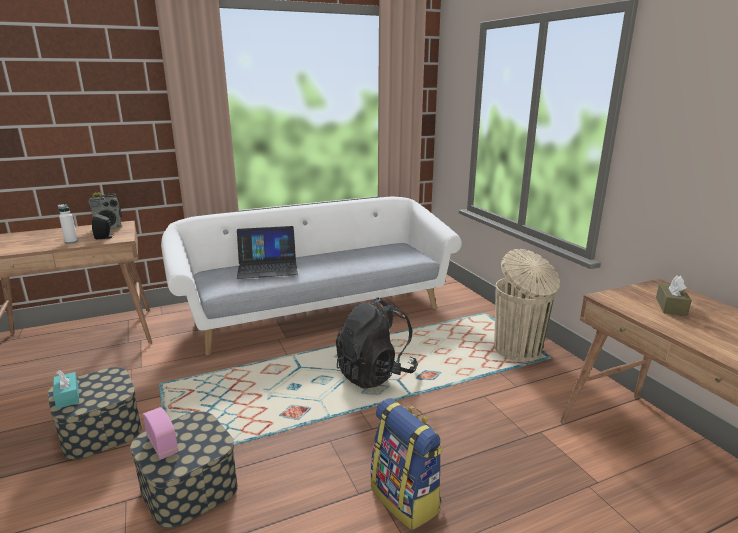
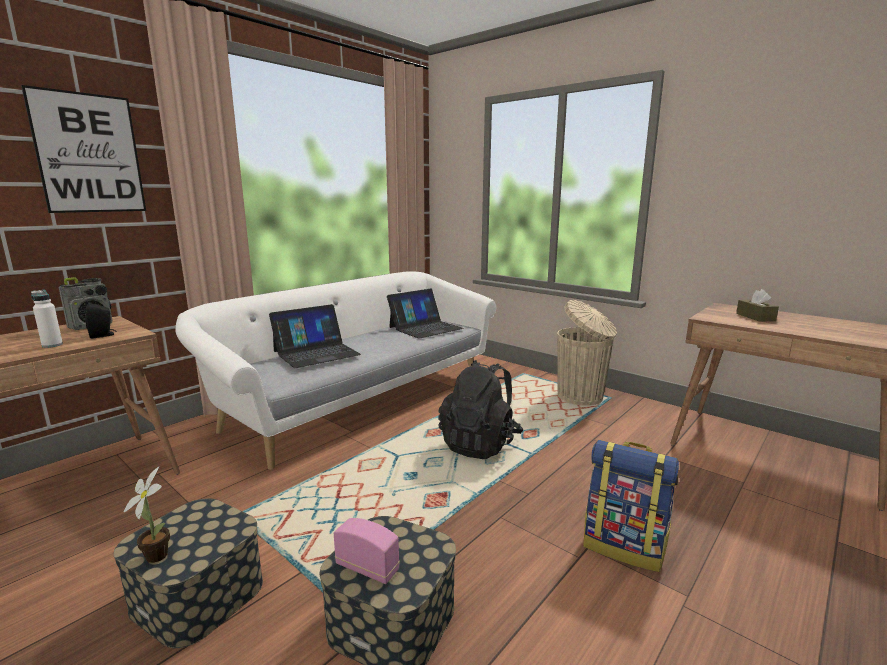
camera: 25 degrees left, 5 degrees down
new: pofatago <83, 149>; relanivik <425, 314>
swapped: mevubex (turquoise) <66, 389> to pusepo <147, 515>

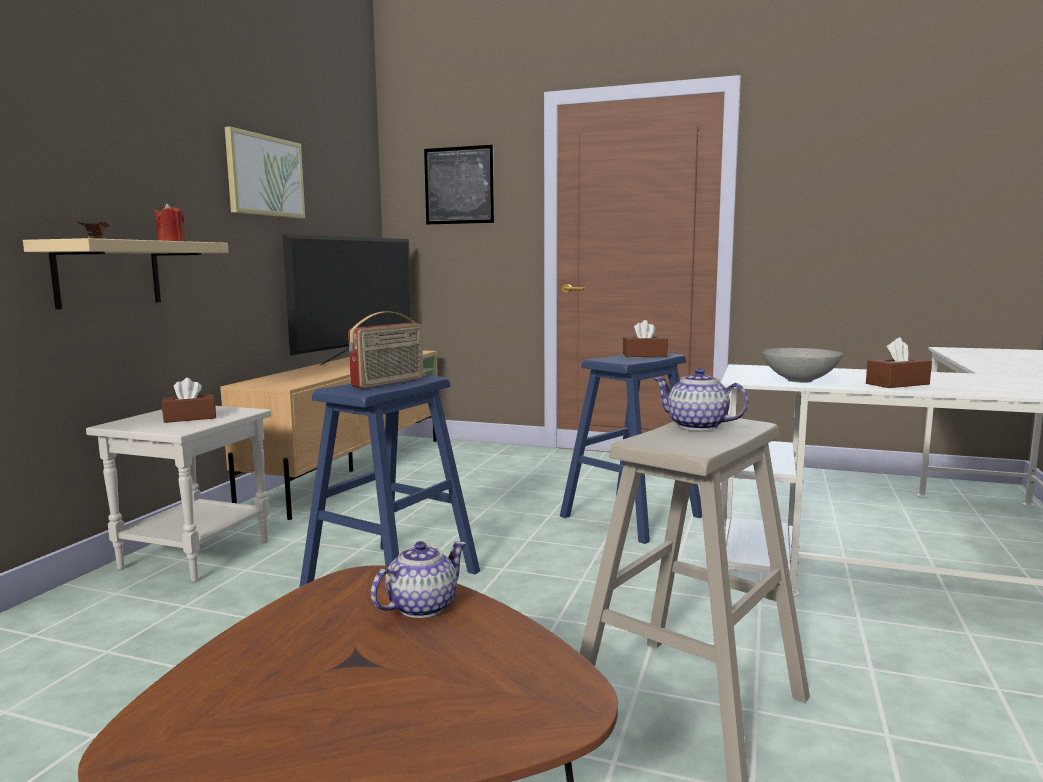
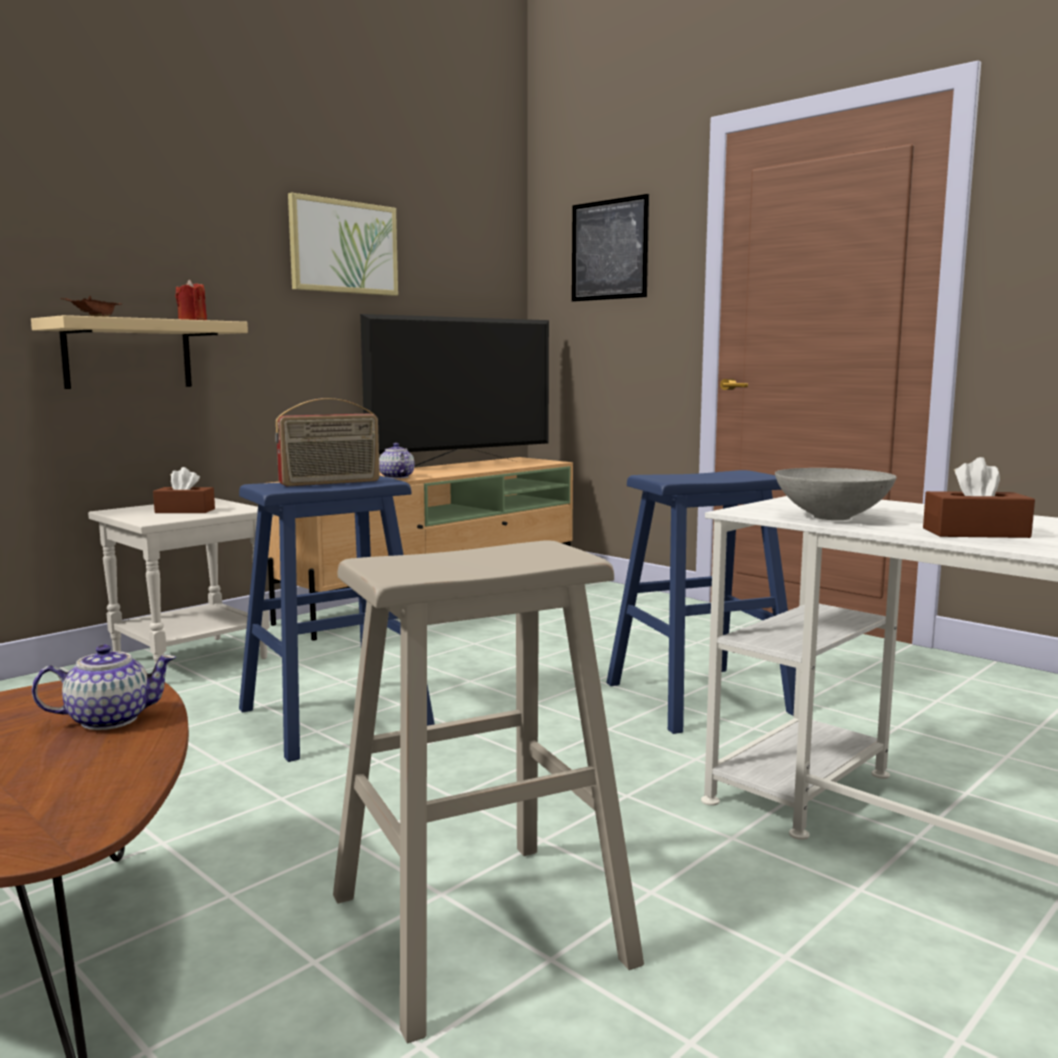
camera: 25 degrees right, 0 degrees up
gone: mevubex (brown) <645, 338>
shifted: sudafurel <701, 399> to <396, 461>

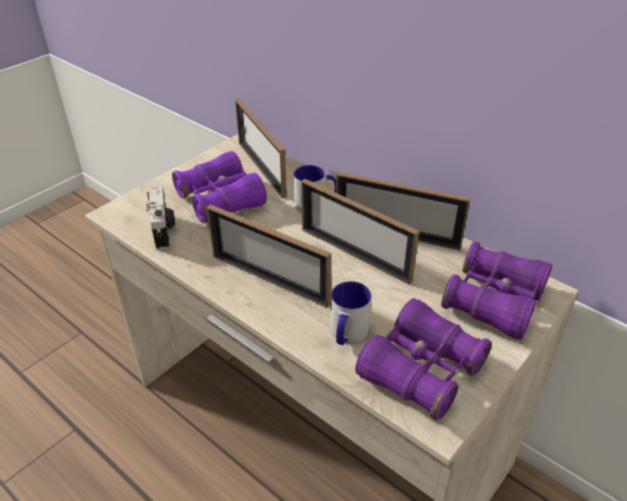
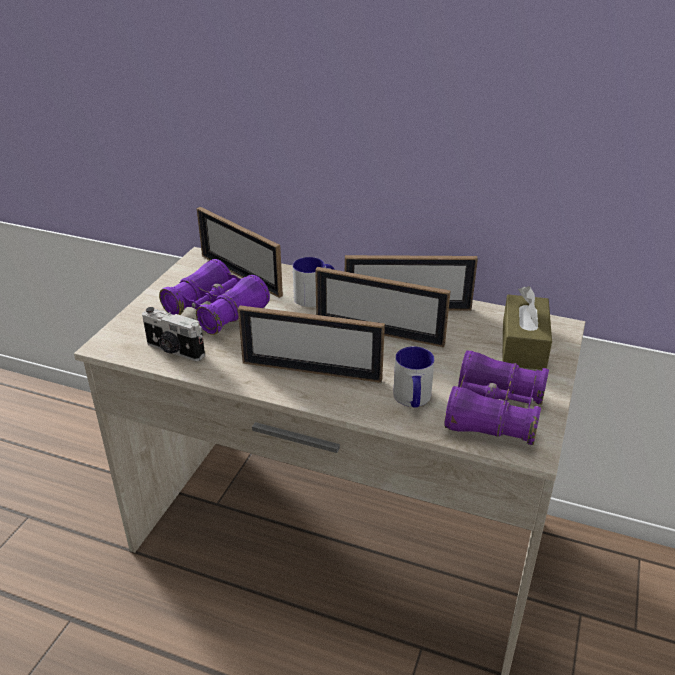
camera: 20 degrees left, 5 degrees down
swapped: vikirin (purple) <496, 290> to mevubex (brown) <527, 328>
rotated: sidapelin <160, 218> = <173, 334> 150 degrees clockwise

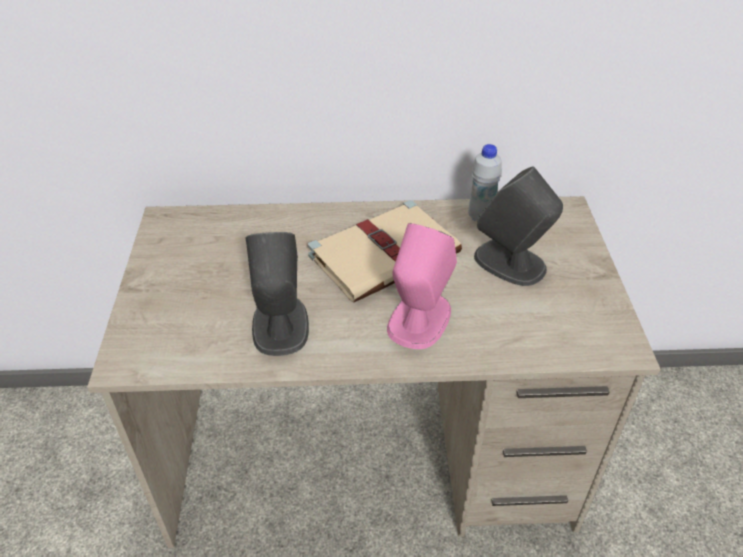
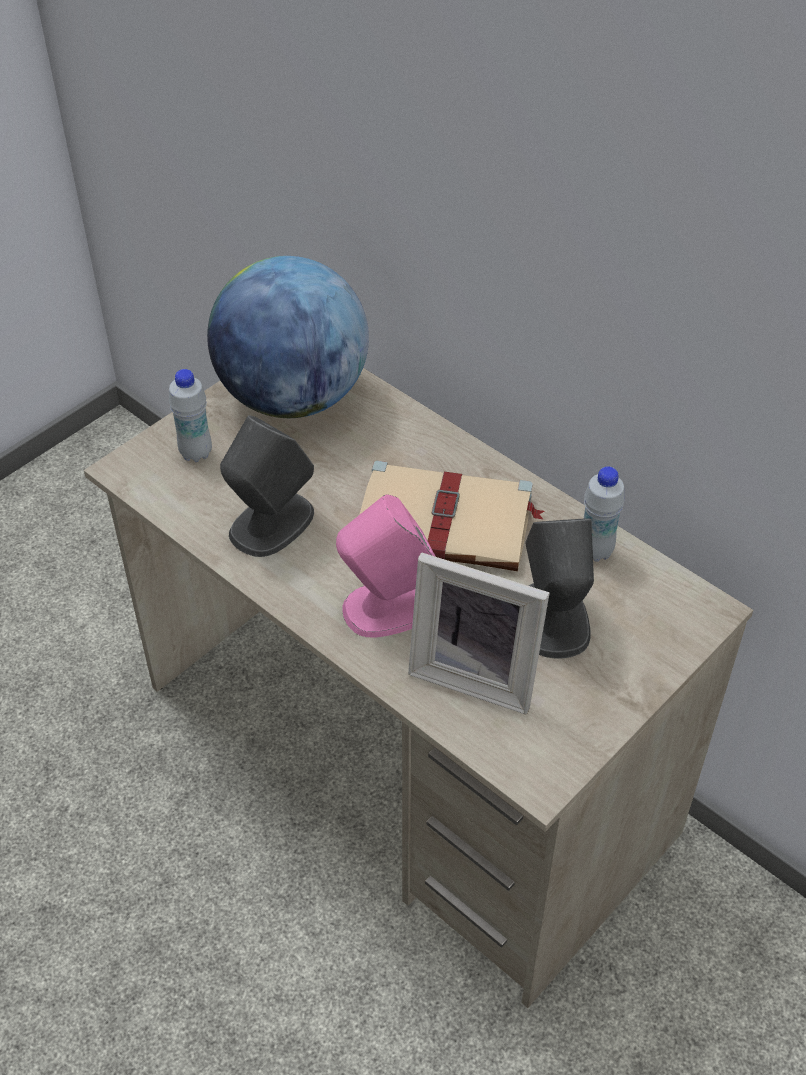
camera: 45 degrees right, 5 degrees up
new: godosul <288, 337>; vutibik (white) <190, 415>; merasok <479, 633>

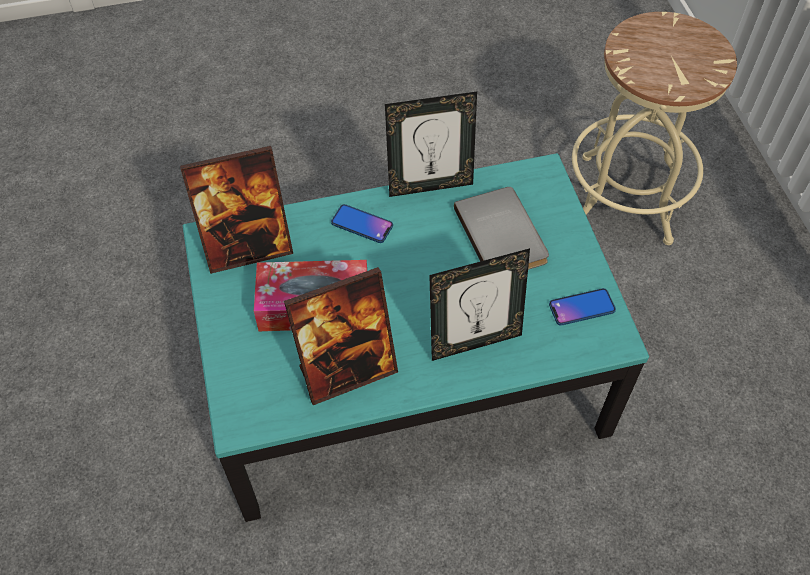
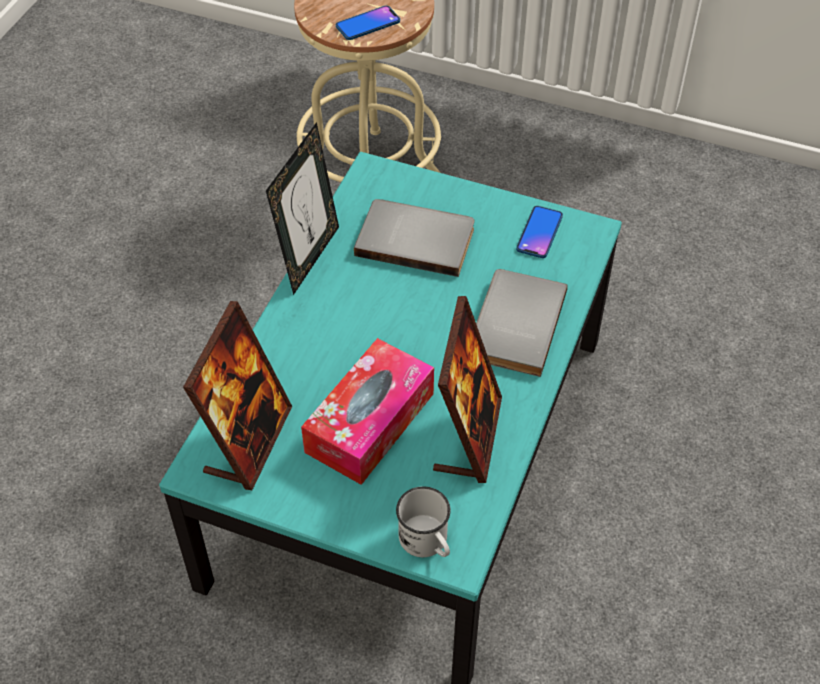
camera: 55 degrees left, 5 degrees down
new: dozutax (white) <423, 521>
shifted: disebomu <362, 223> to <368, 23>
swapped: merasok <479, 304> to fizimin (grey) <521, 323>

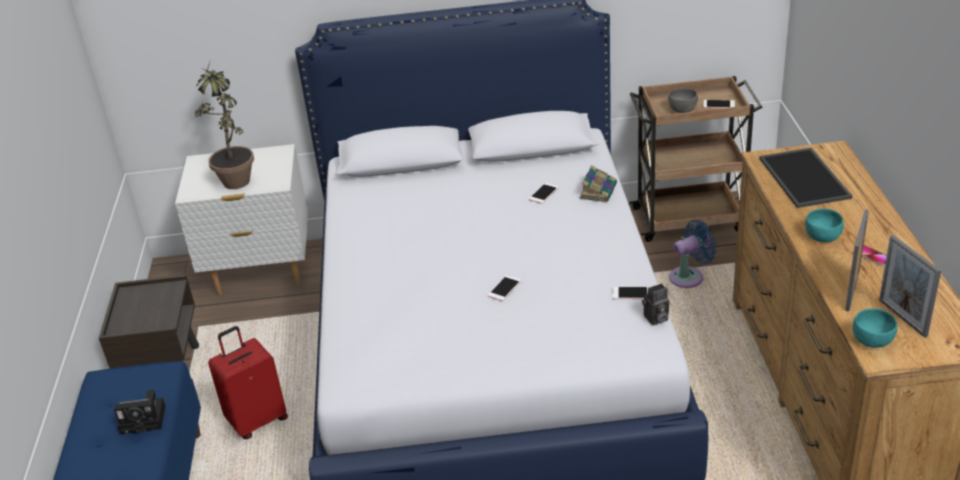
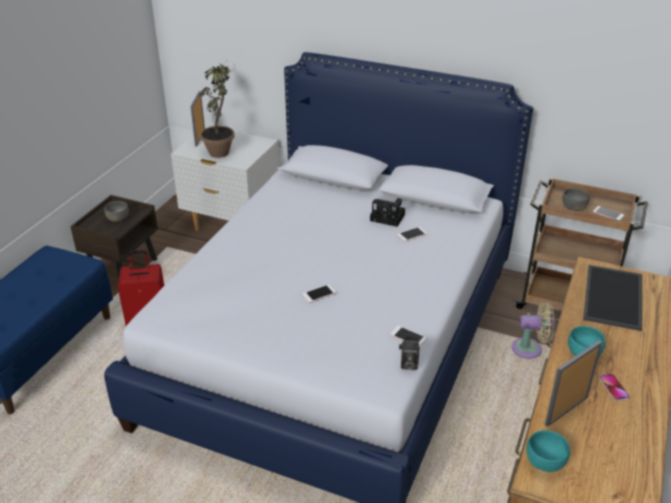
camera: 25 degrees right, 0 degrees up
gone: fizimin <598, 184>
new: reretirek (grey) <116, 211>
shifted: merasok <910, 286> to <197, 118>; sidapelin <140, 412> to <387, 212>
repainted: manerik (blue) <693, 253> to manerik (beige) <533, 331>

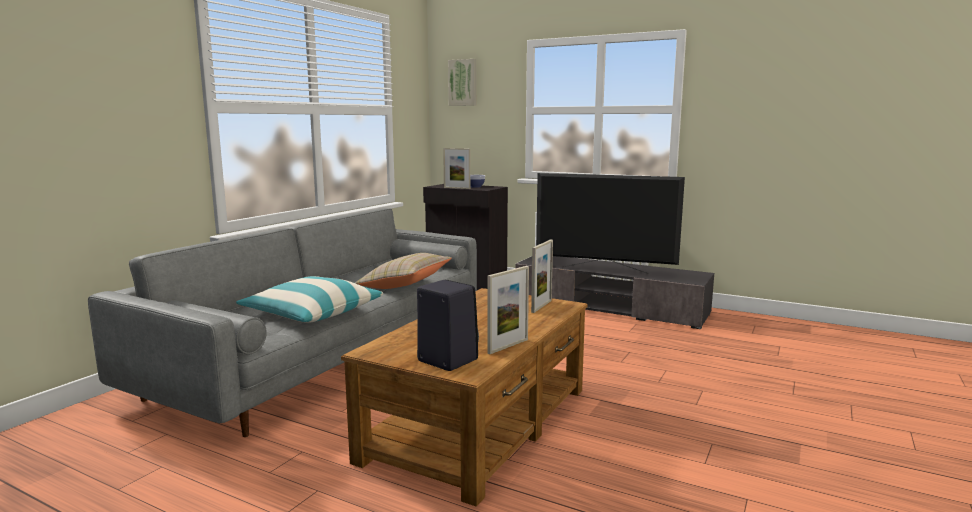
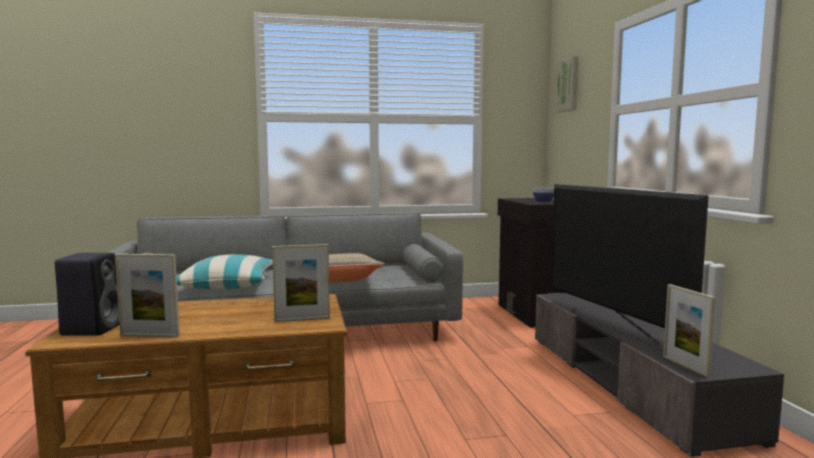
camera: 50 degrees right, 5 degrees down
shifted: merasok <456, 168> to <689, 330>

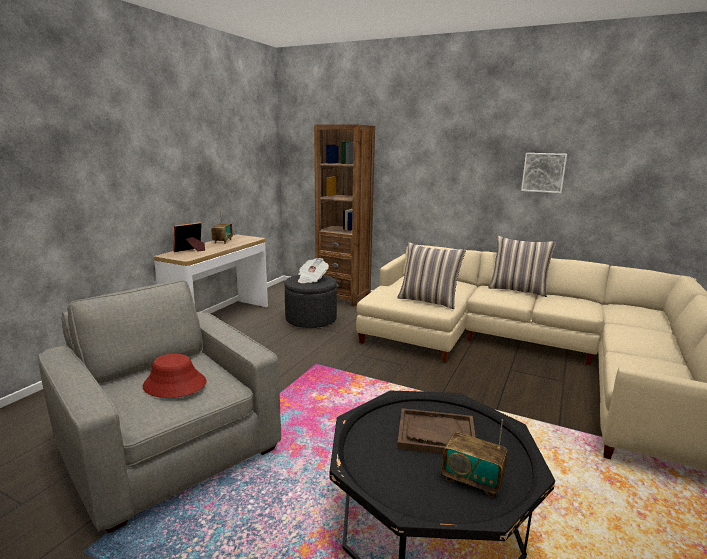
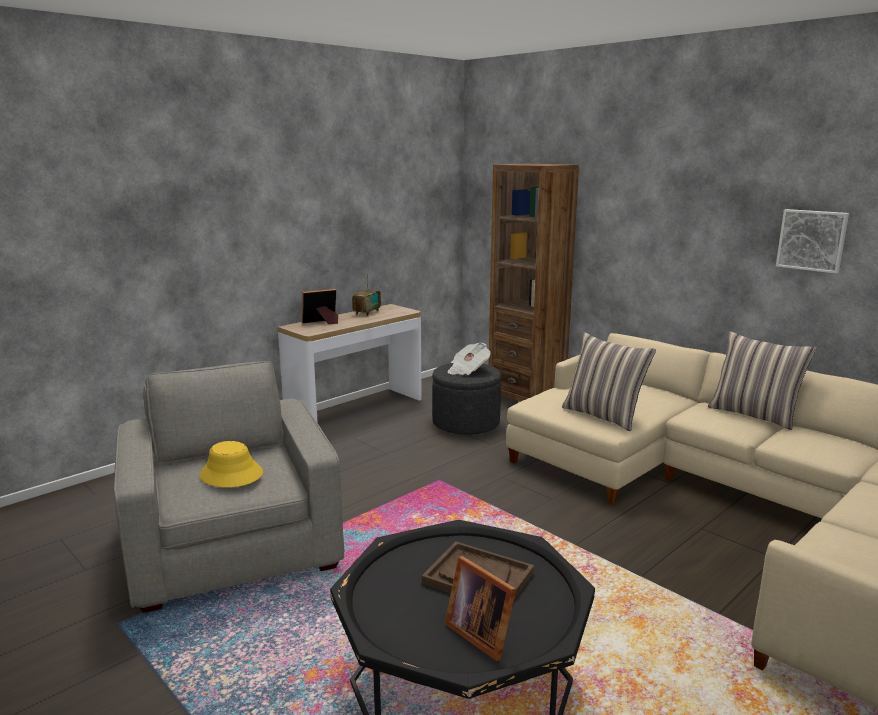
camera: 20 degrees right, 0 degrees up
swapped: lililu <475, 458> to merasok <480, 608>
repainted: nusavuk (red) <174, 376> to nusavuk (yellow) <231, 464>

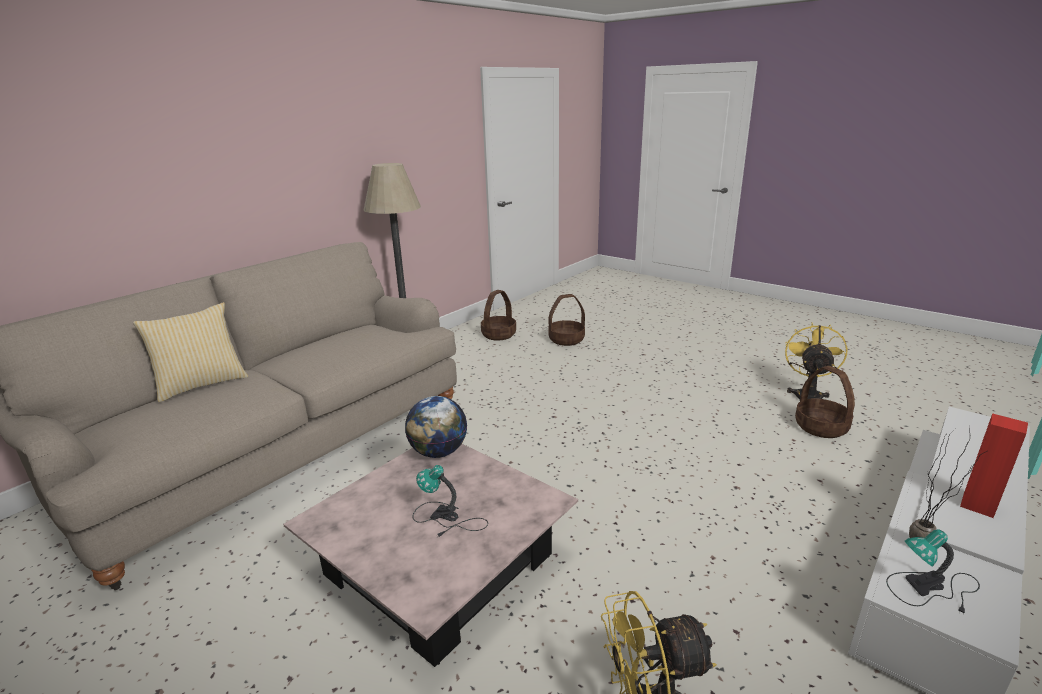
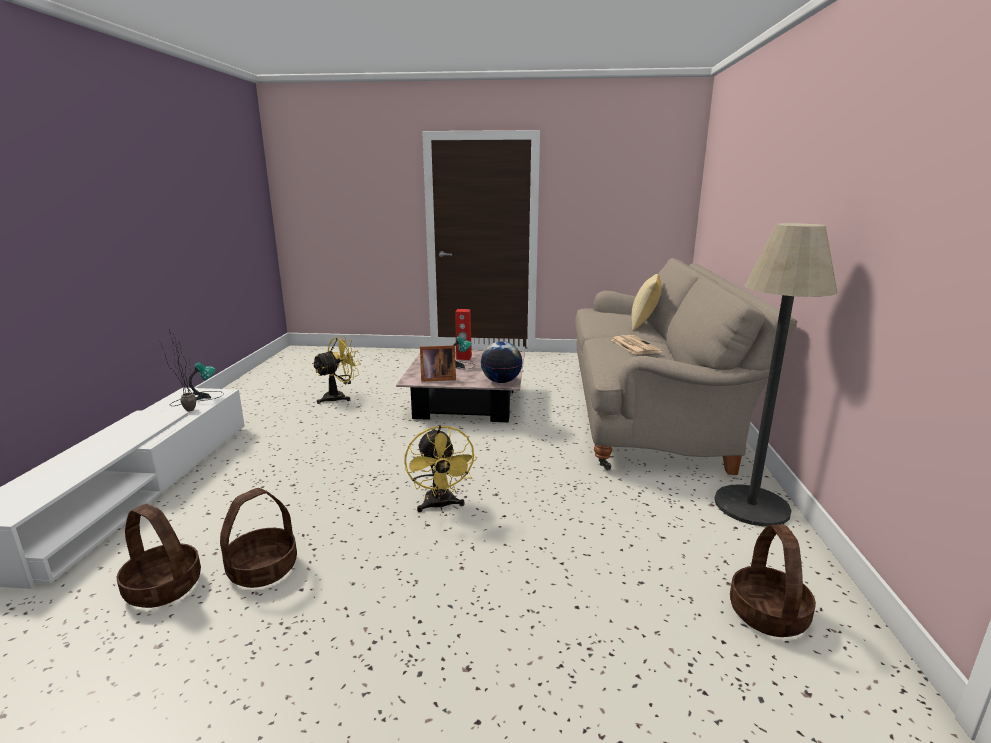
camera: 145 degrees right, 5 degrees down
new: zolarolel <637, 345>; merasok <438, 363>
shifted: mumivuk <566, 320> to <258, 538>; manerik (yellow) <816, 361> to <440, 468>; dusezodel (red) <994, 465> to <463, 334>

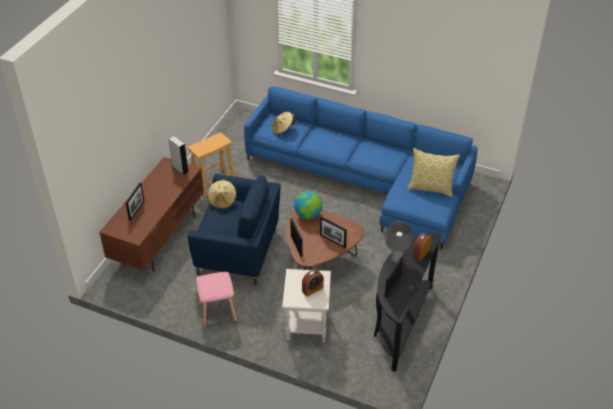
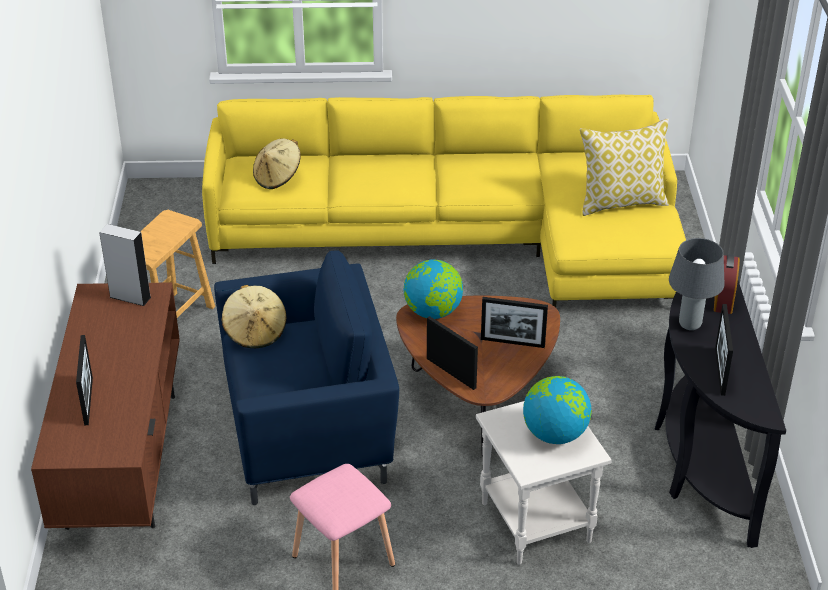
camera: 25 degrees left, 5 degrees down
swapped: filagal <313, 283> to godosul <557, 410>
repainted: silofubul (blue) <361, 167> to silofubul (yellow) <444, 201>

